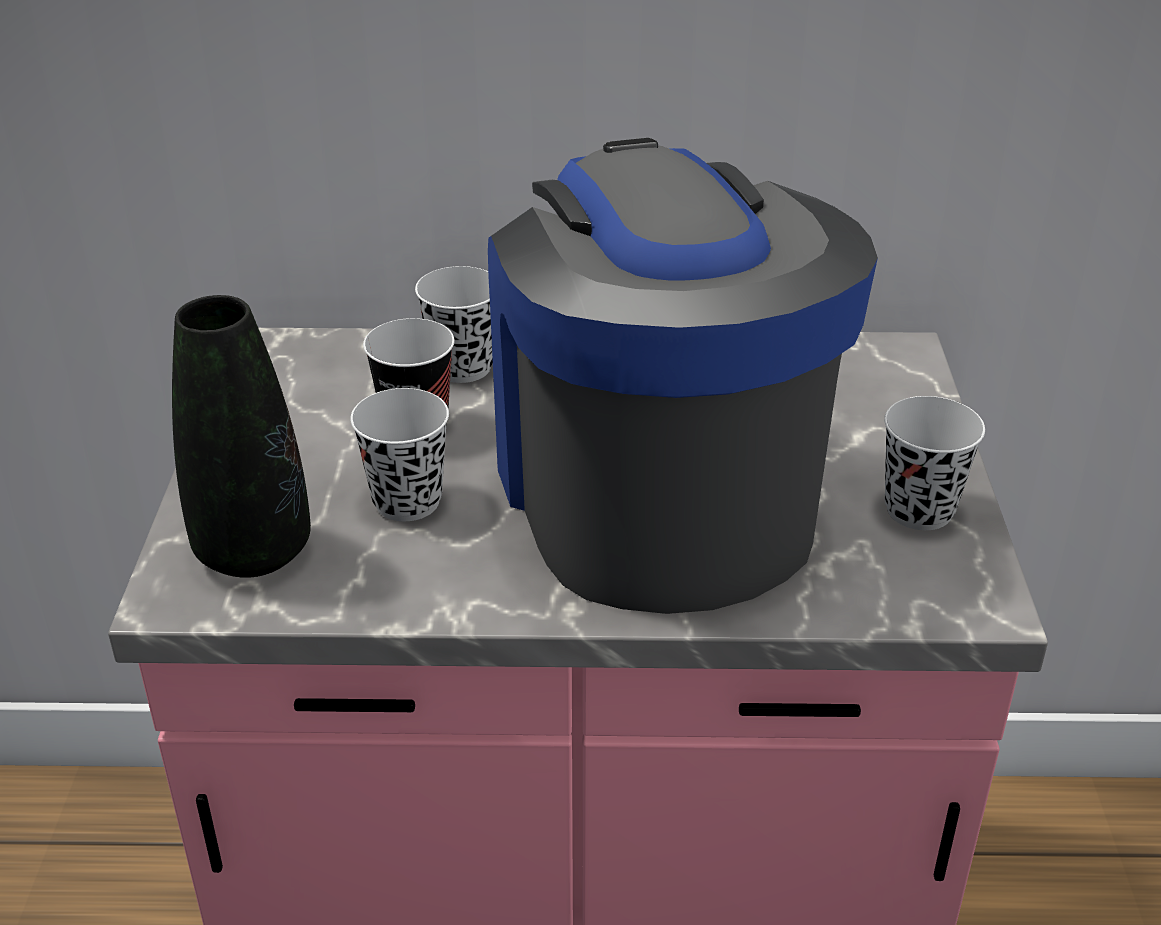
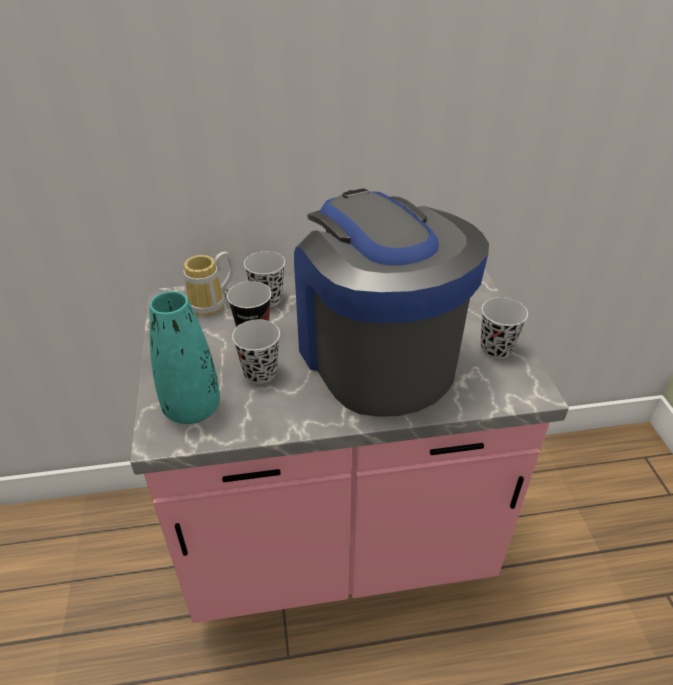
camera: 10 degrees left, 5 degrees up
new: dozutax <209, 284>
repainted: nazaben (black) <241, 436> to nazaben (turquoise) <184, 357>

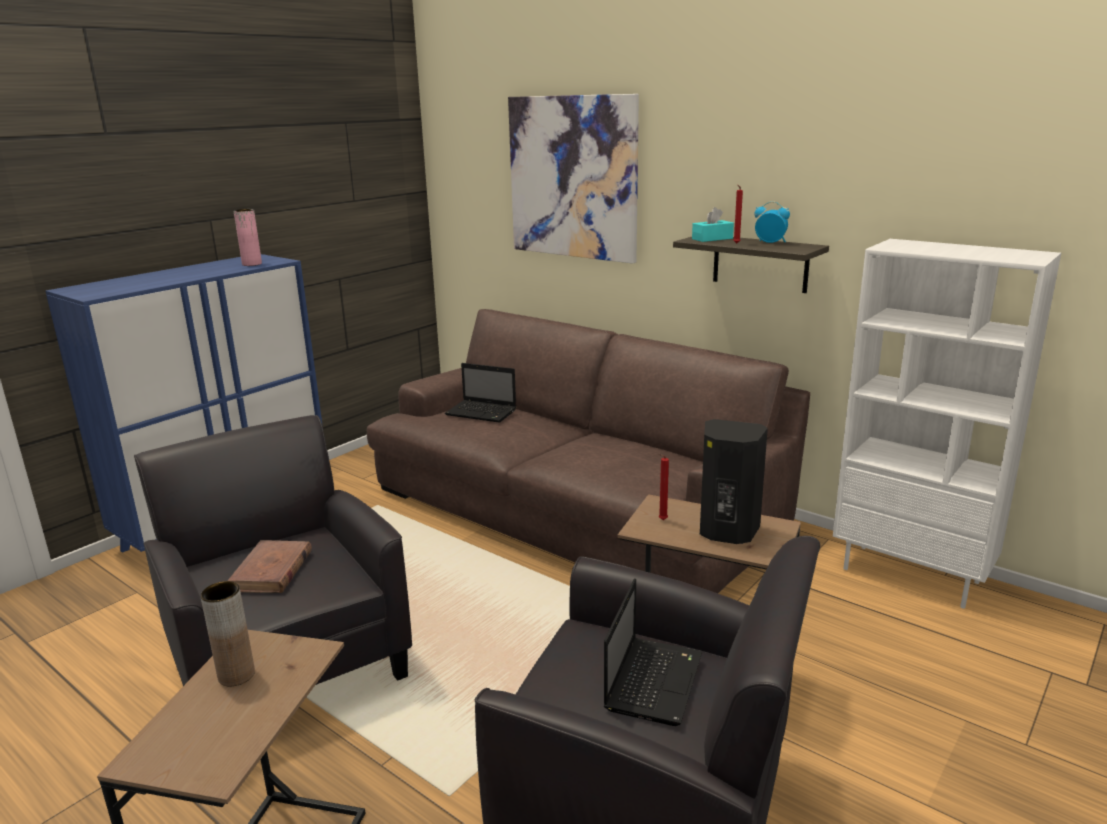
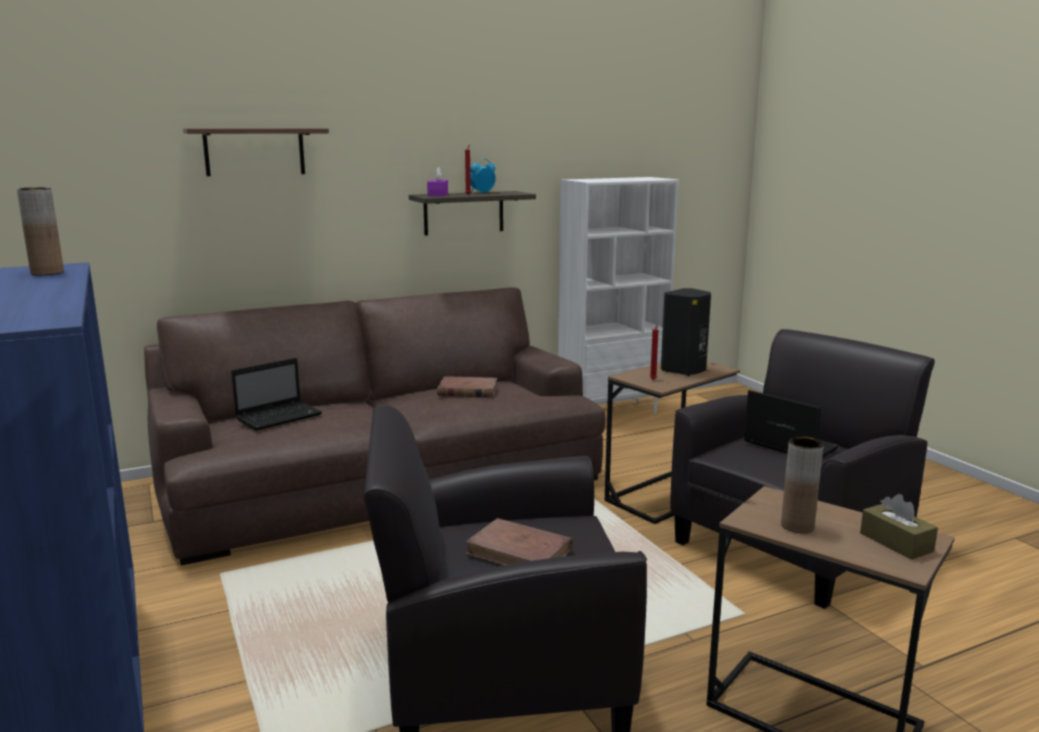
camera: 65 degrees left, 5 degrees down
new: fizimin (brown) <467, 387>; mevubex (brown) <899, 527>
swapped: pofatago <573, 179> to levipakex <256, 152>
repainted: mevubex (turquoise) <713, 224> to mevubex (purple) <437, 181>; nazaben (pink) <248, 237> to nazaben (brown) <40, 231>

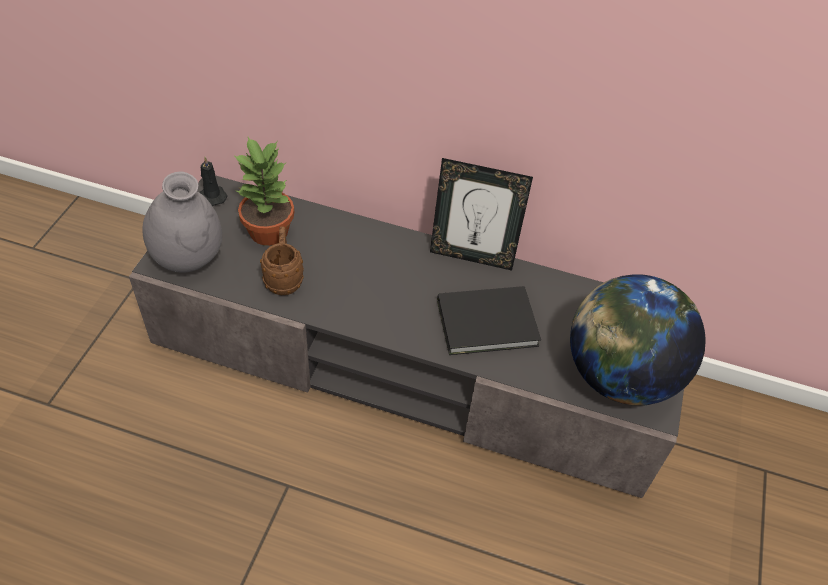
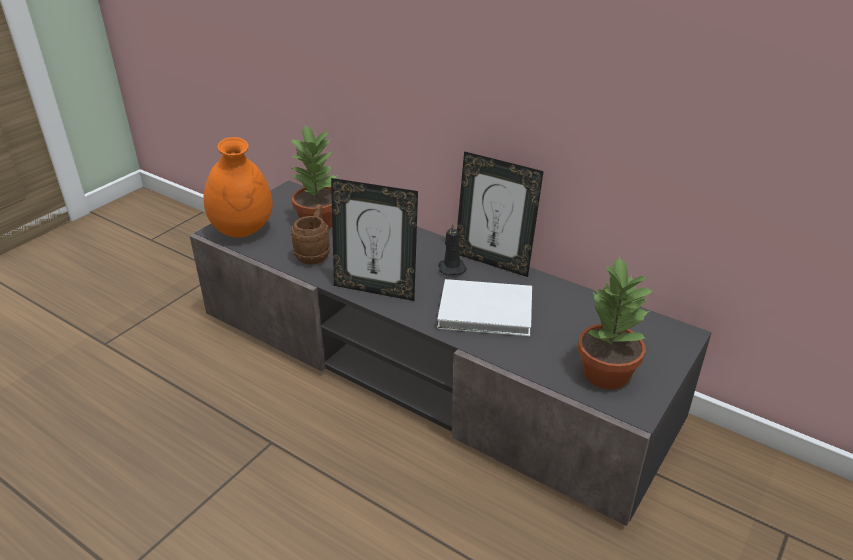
camera: 20 degrees right, 15 degrees down
new: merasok <374, 239>
shifted: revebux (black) <213, 181> to <452, 249>
swapped: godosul <638, 340> to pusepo <616, 322>
repainted: nazaben (grey) <182, 222> to nazaben (orange) <238, 187>; fizimin (black) <489, 320> to fizimin (white) <484, 307>

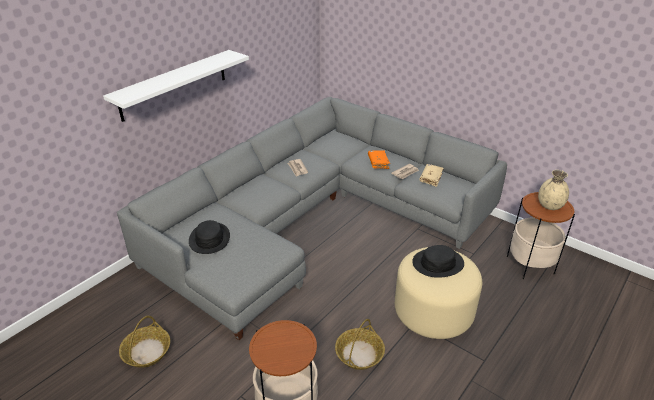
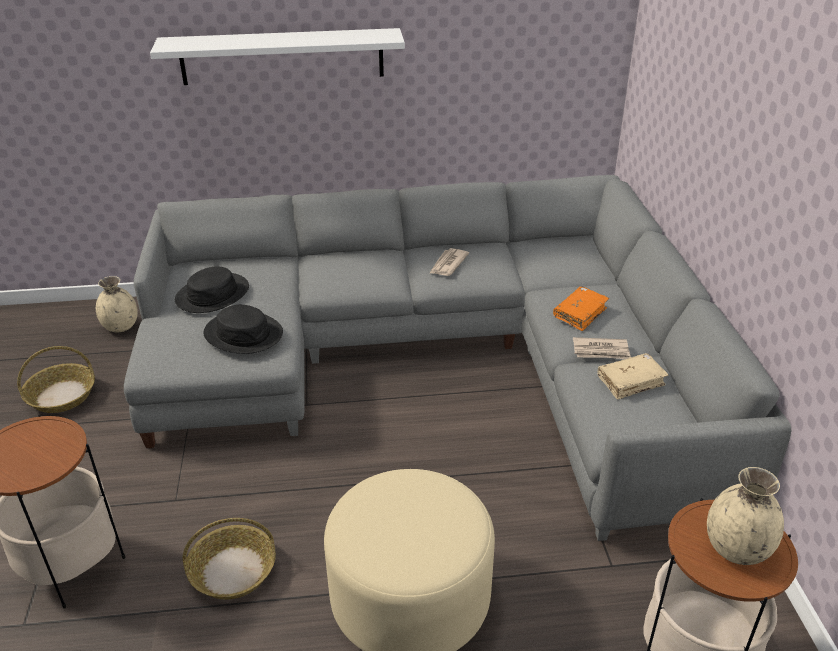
camera: 45 degrees right, 0 degrees up
new: nazaben (beige) <117, 304>
shifted: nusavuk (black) <438, 261> to <243, 329>

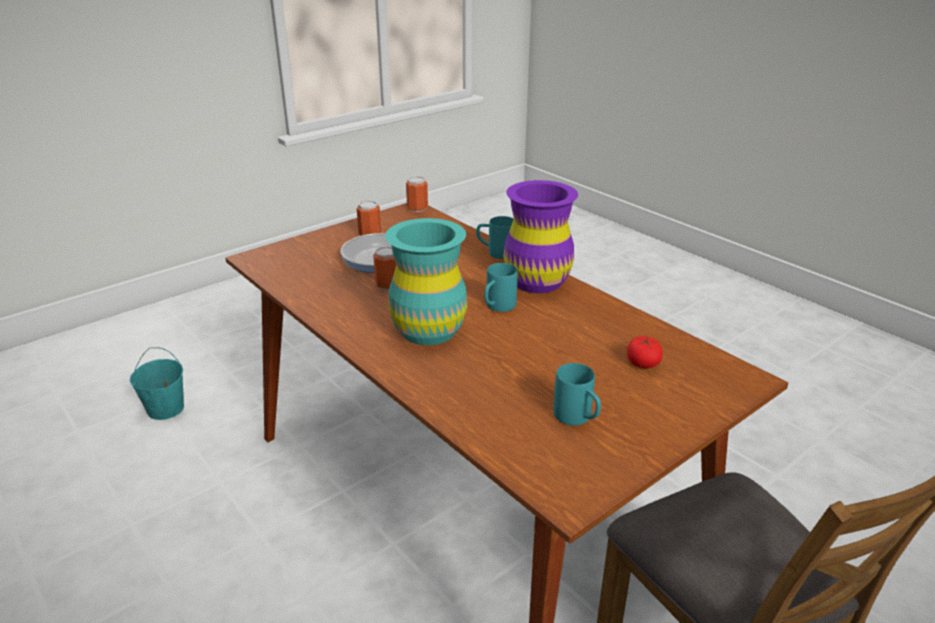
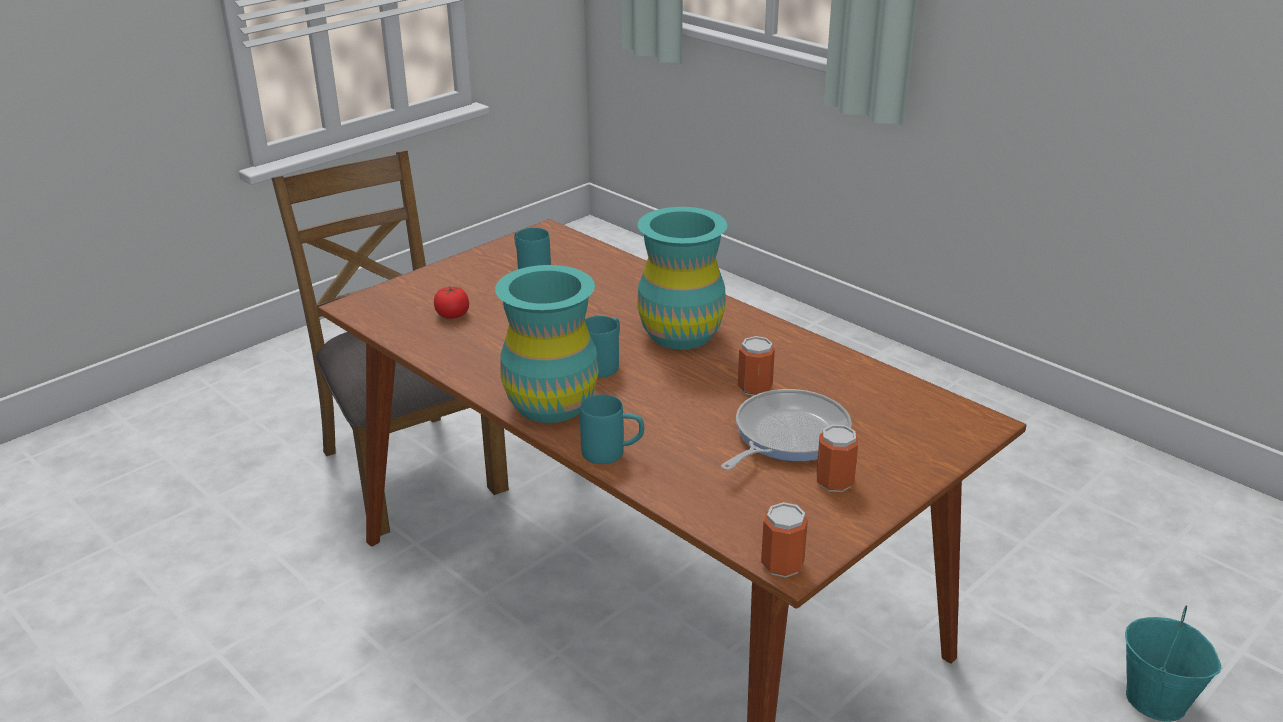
camera: 175 degrees right, 0 degrees up
repainted: nazaben (purple) <541, 236> to nazaben (turquoise) <547, 344>

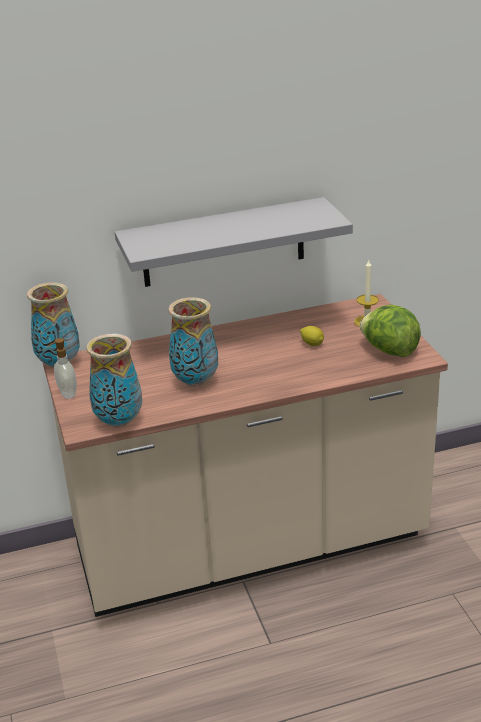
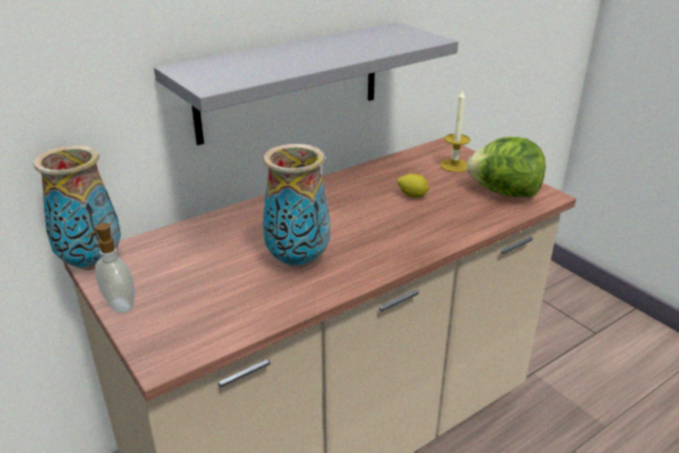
camera: 20 degrees left, 0 degrees up
gone: nazaben <114, 381>

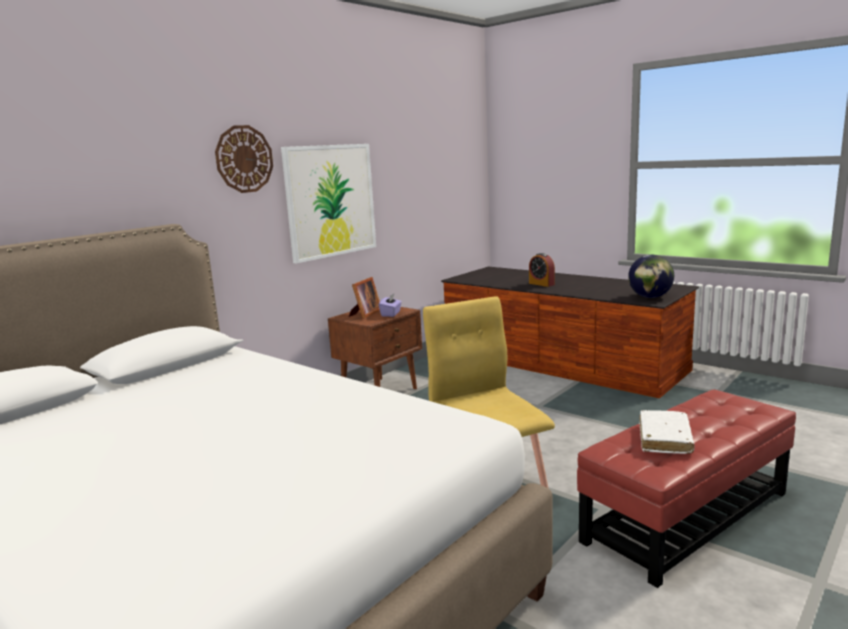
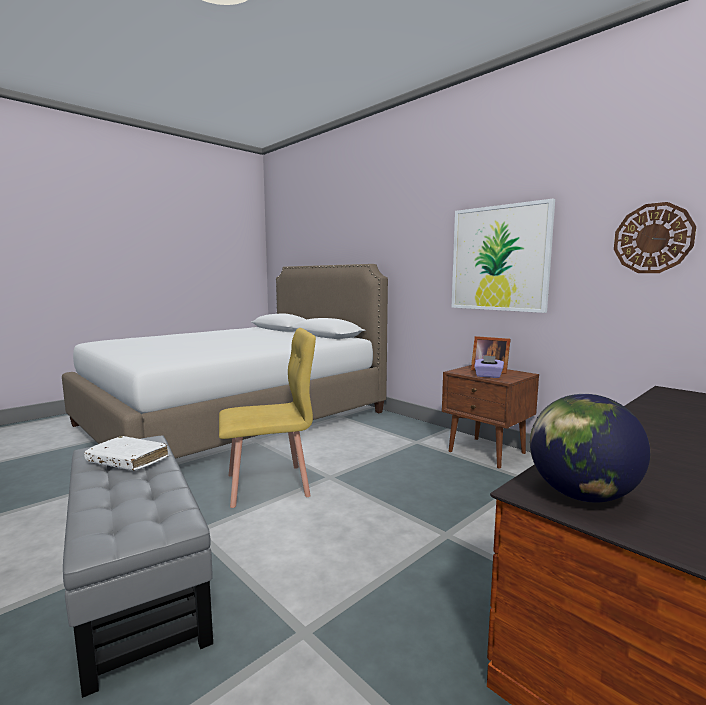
camera: 95 degrees right, 5 degrees down
gone: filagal <542, 270>
shifted: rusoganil <244, 159> to <655, 237>
repainted: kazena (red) <686, 488> to kazena (grey) <138, 567>

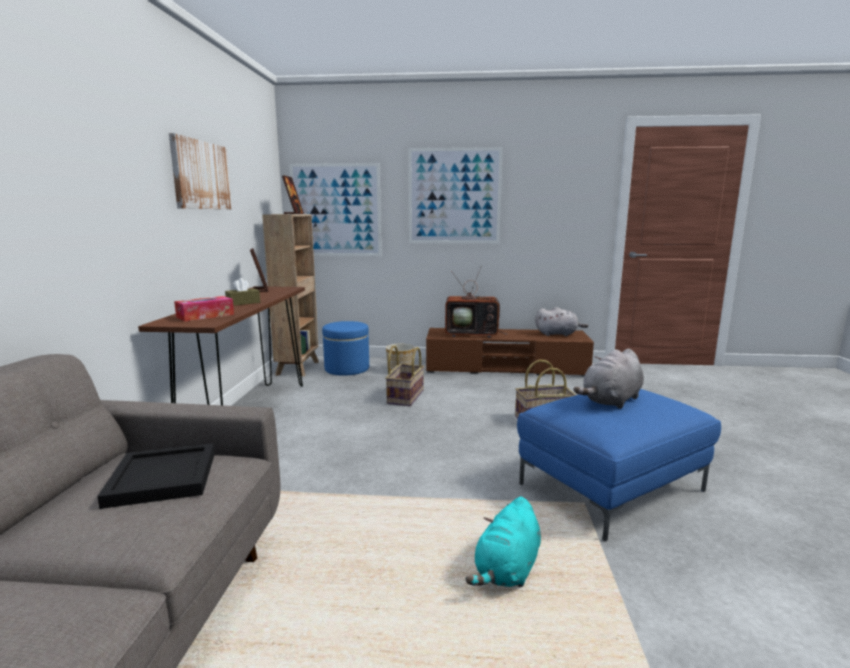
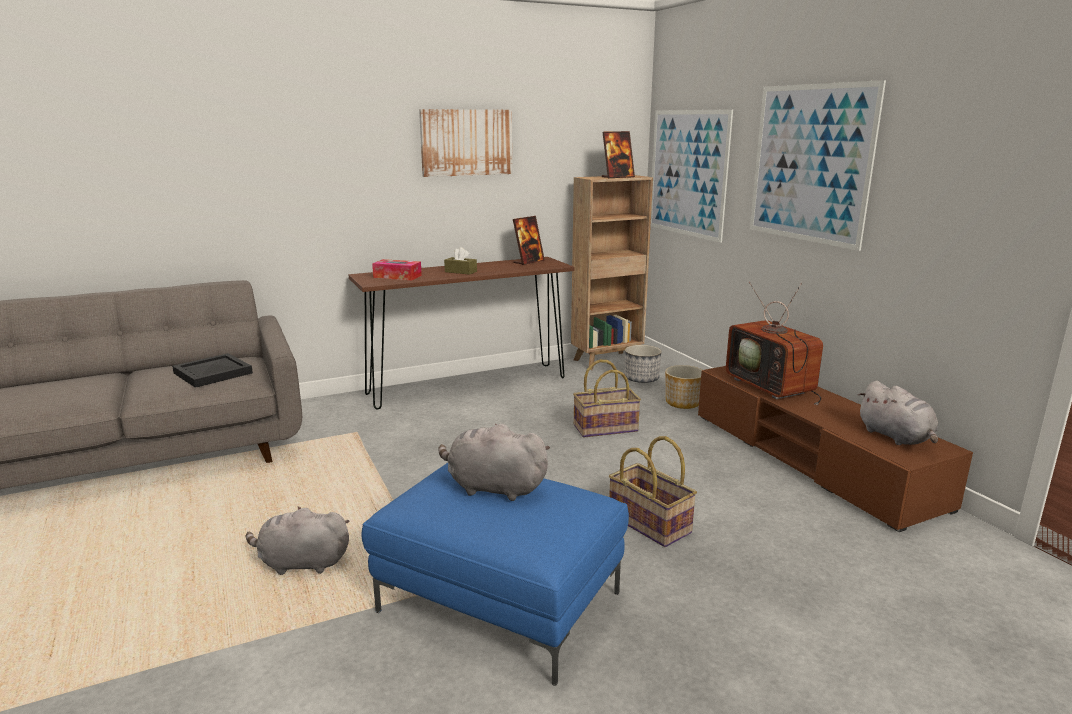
camera: 60 degrees right, 5 degrees up
swapped: kazena (blue) <345, 348> to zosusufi <643, 364>
repainted: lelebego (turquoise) <503, 542> to lelebego (grey) <297, 541>

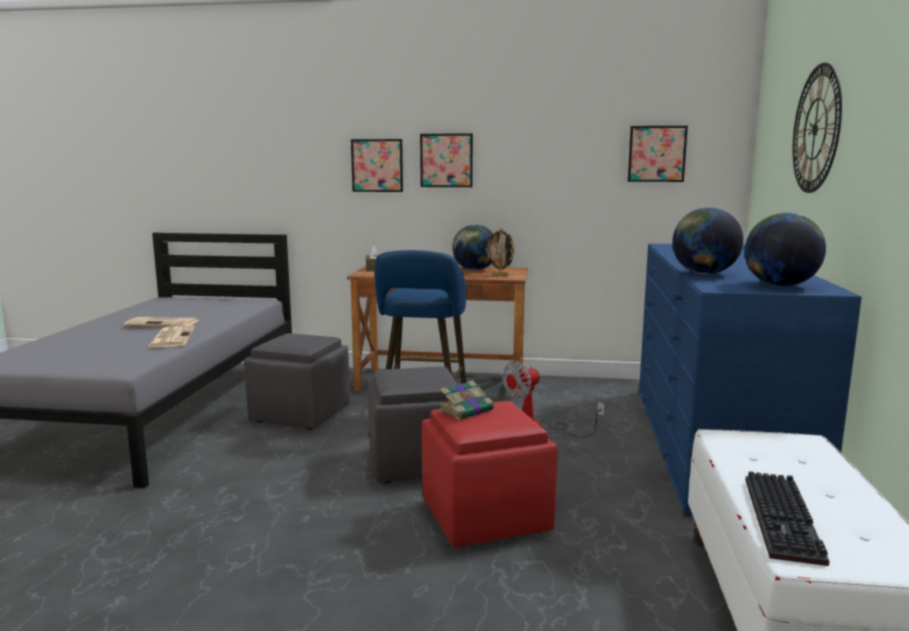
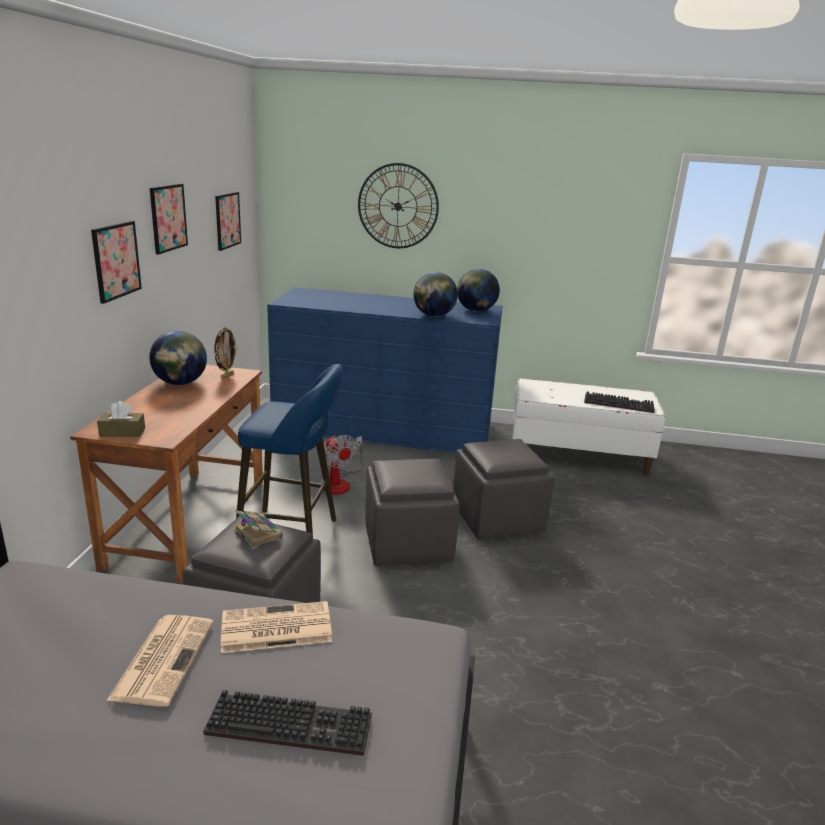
camera: 90 degrees left, 10 degrees up
new: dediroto <287, 723>
shifted: pofatago <377, 165> to <169, 219>; fizimin <466, 400> to <258, 530>
repainted: kazena (red) <489, 474> to kazena (grey) <504, 489>

